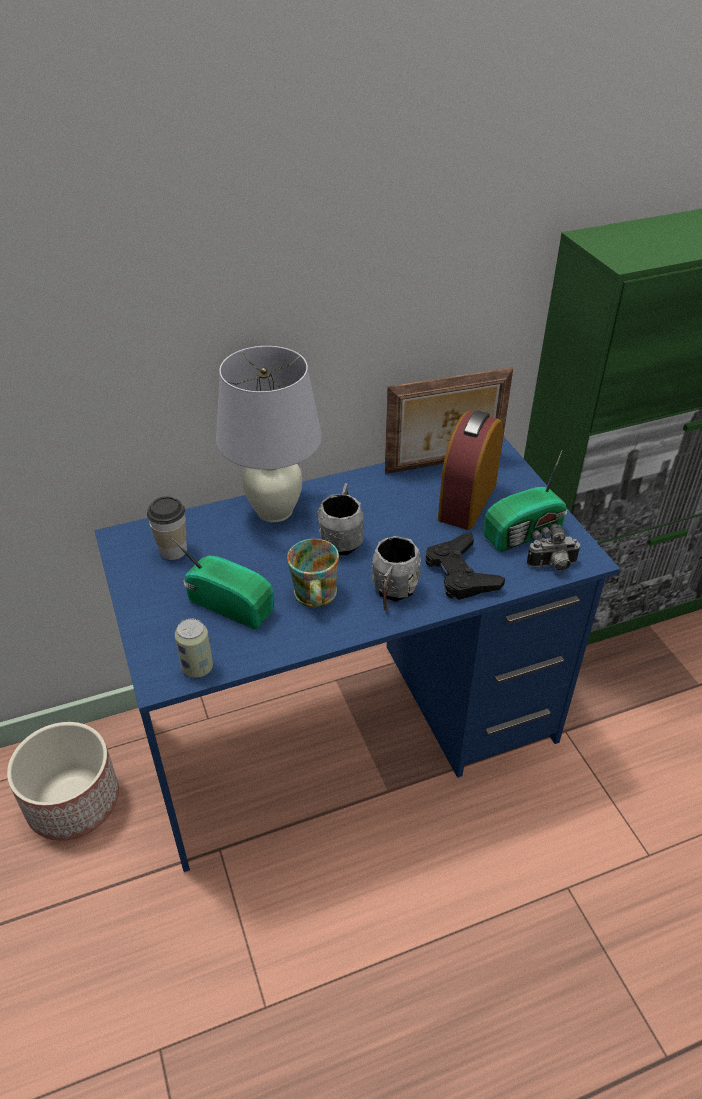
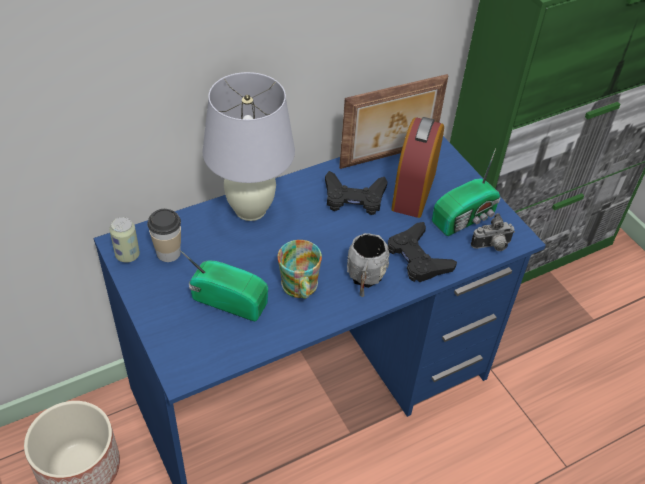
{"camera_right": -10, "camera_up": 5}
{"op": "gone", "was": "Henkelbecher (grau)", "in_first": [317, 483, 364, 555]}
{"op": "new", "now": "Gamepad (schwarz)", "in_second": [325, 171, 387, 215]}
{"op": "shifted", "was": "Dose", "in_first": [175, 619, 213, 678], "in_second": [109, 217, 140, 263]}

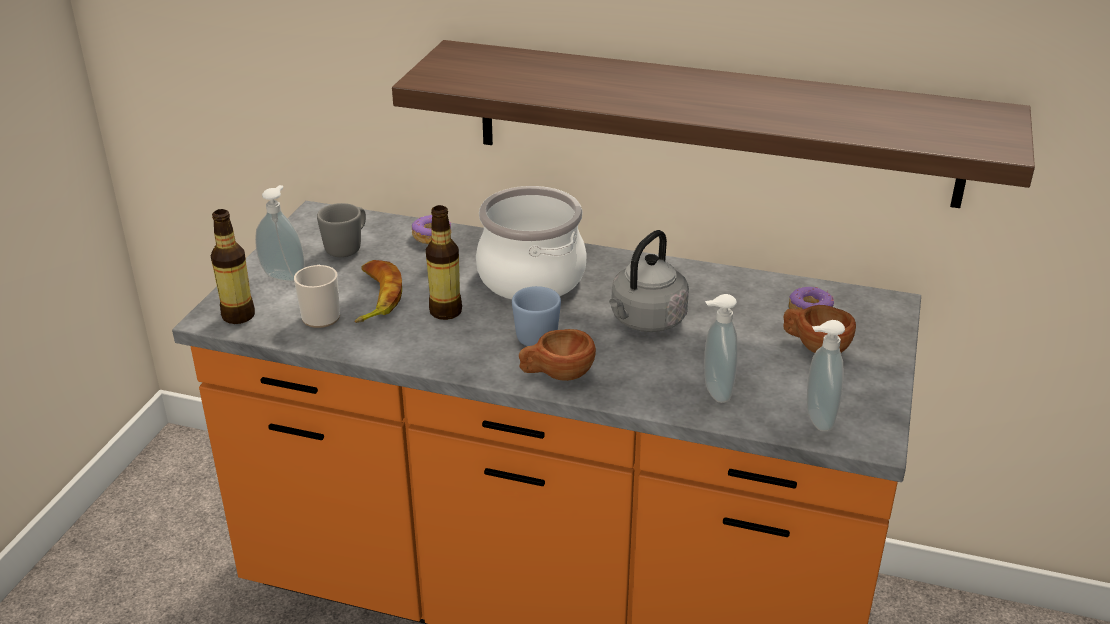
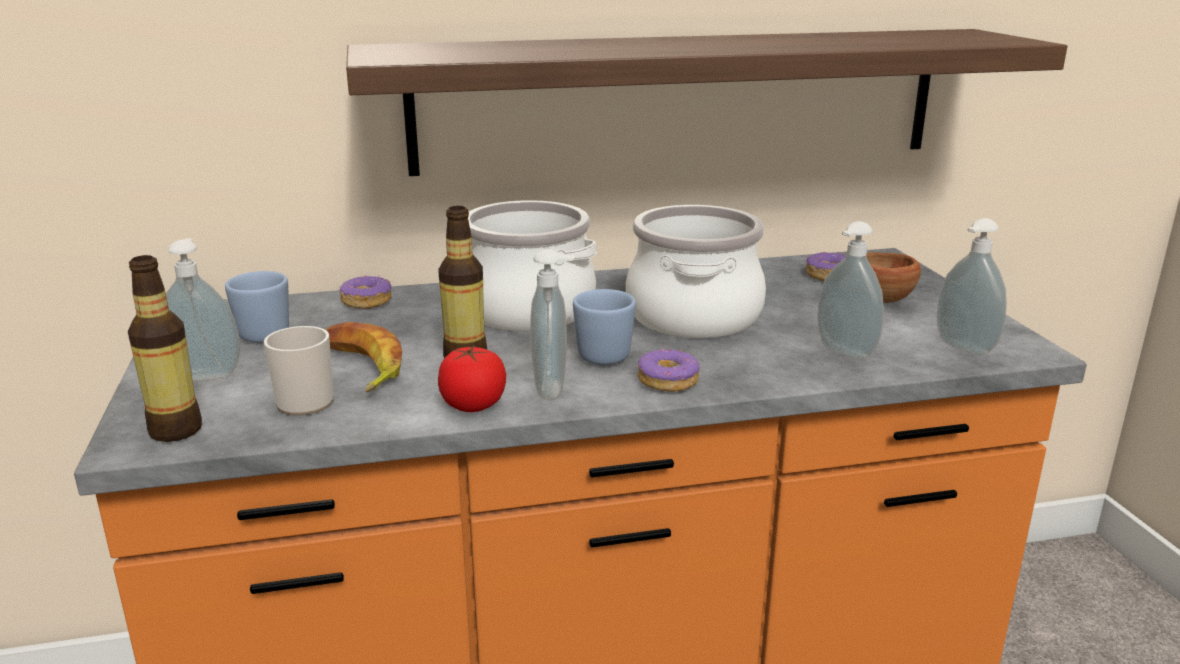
{"camera_right": -30, "camera_up": -10}
{"op": "new", "now": "Tomate", "in_second": [438, 345, 506, 412]}
{"op": "new", "now": "Seifenspender", "in_second": [530, 249, 575, 400]}
{"op": "swapped", "was": "Tasse (braun)", "now": "Donut", "in_first": [519, 329, 596, 381], "in_second": [638, 349, 700, 392]}
{"op": "swapped", "was": "Wasserkessel (grau)", "now": "Kochtopf", "in_first": [609, 230, 689, 332], "in_second": [626, 205, 766, 338]}
{"op": "repainted", "was": "Henkelbecher (grau)", "now": "Henkelbecher (blau)", "in_first": [317, 203, 366, 257], "in_second": [225, 271, 289, 343]}

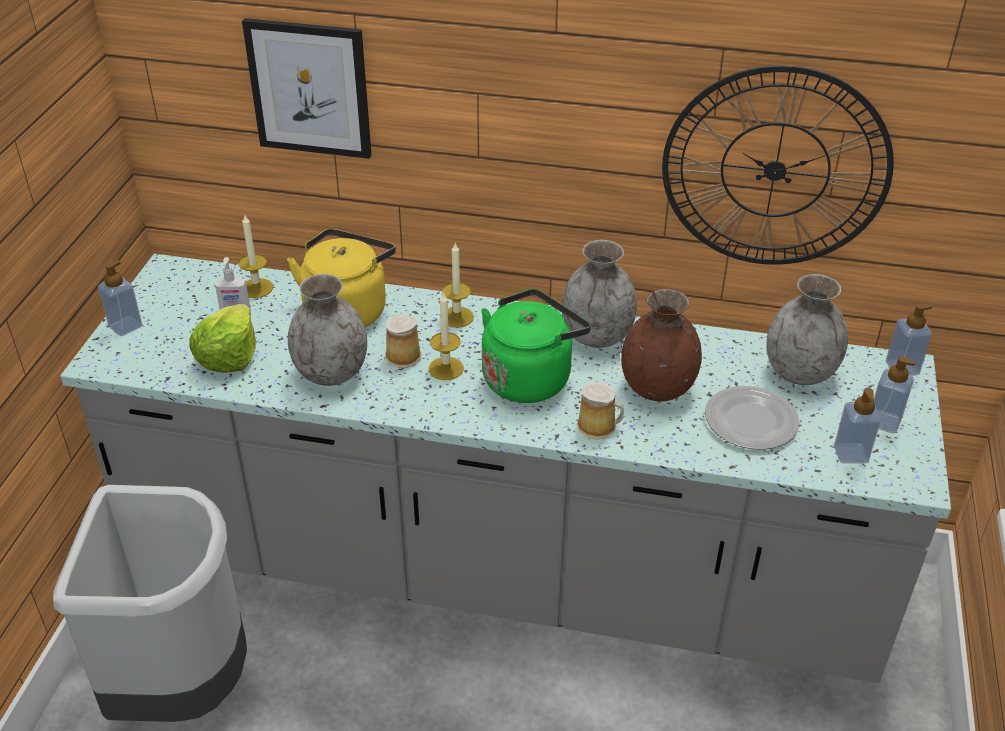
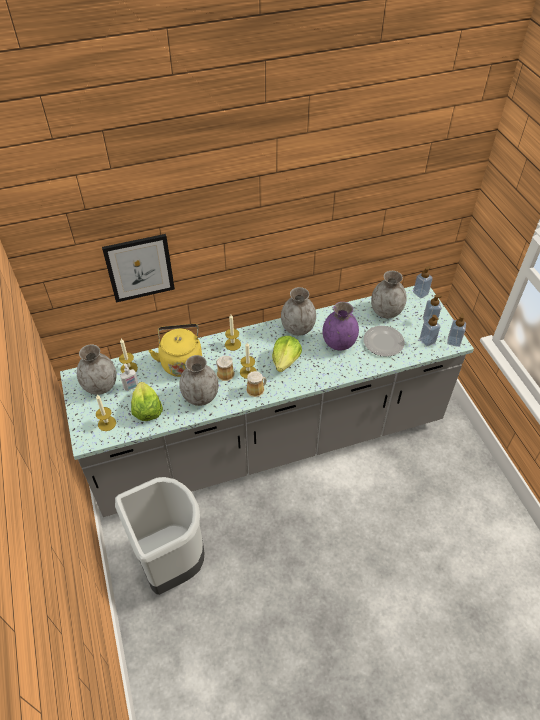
{"camera_right": -30, "camera_up": 10}
{"op": "gone", "was": "Wanduhr", "in_first": [662, 65, 894, 265]}
{"op": "new", "now": "Vase (grau)", "in_second": [77, 345, 117, 395]}
{"op": "new", "now": "Kerze", "in_second": [96, 395, 116, 431]}
{"op": "shifted", "was": "Seifenspender", "in_first": [98, 260, 142, 336], "in_second": [447, 313, 466, 347]}
{"op": "shifted", "was": "Henkelbecher", "in_first": [577, 382, 624, 440], "in_second": [246, 371, 267, 397]}
{"op": "swapped", "was": "Wasserkessel (grün)", "now": "Salatkopf", "in_first": [481, 289, 591, 403], "in_second": [272, 336, 302, 372]}
{"op": "repainted", "was": "Vase (braun)", "now": "Vase (lila)", "in_first": [621, 289, 702, 401], "in_second": [322, 302, 359, 351]}

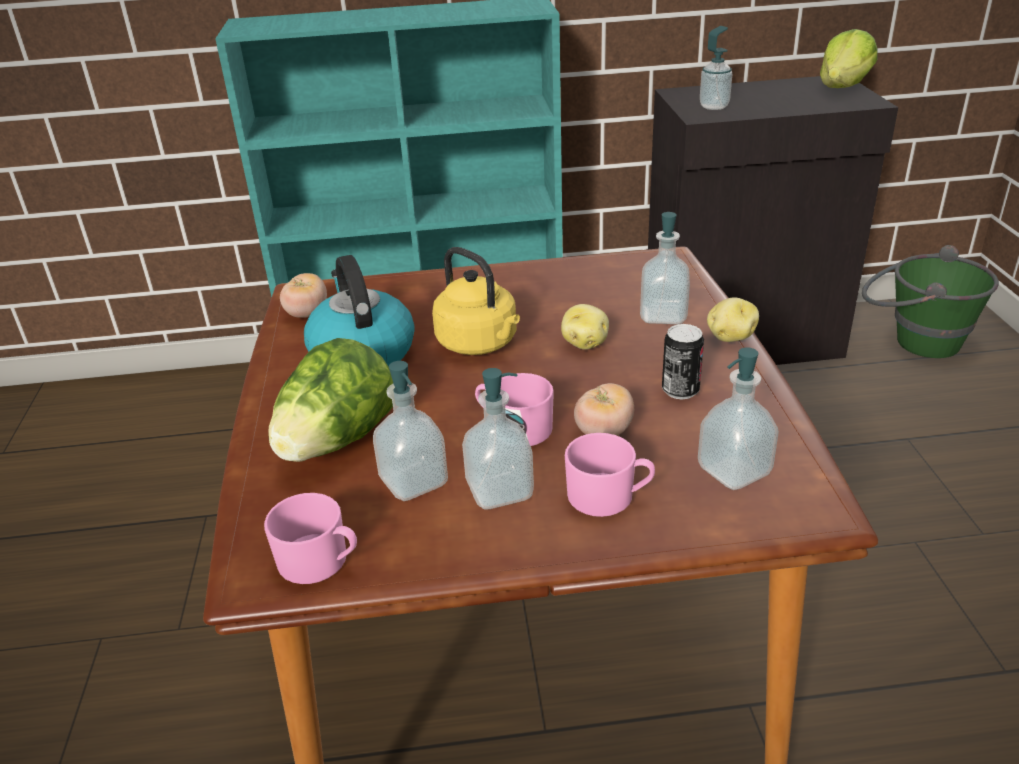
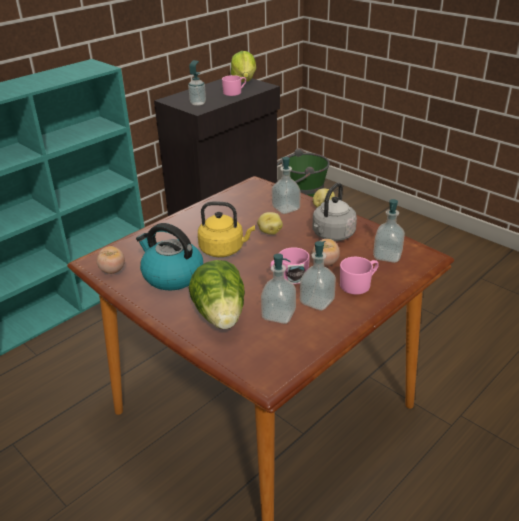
{"camera_right": -40, "camera_up": 0}
{"op": "shifted", "was": "Henkelbecher (rosa)", "in_first": [264, 493, 357, 584], "in_second": [222, 75, 246, 96]}
{"op": "swapped", "was": "Dose", "now": "Wasserkessel (grau)", "in_first": [662, 324, 704, 399], "in_second": [312, 183, 357, 241]}

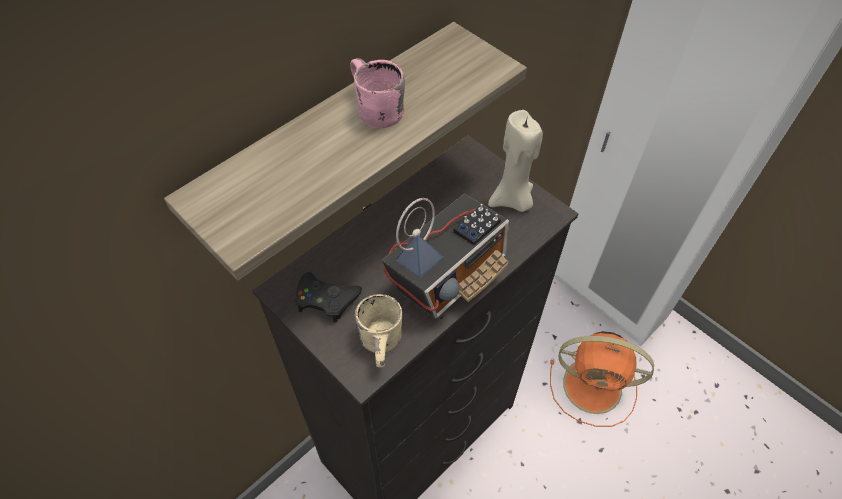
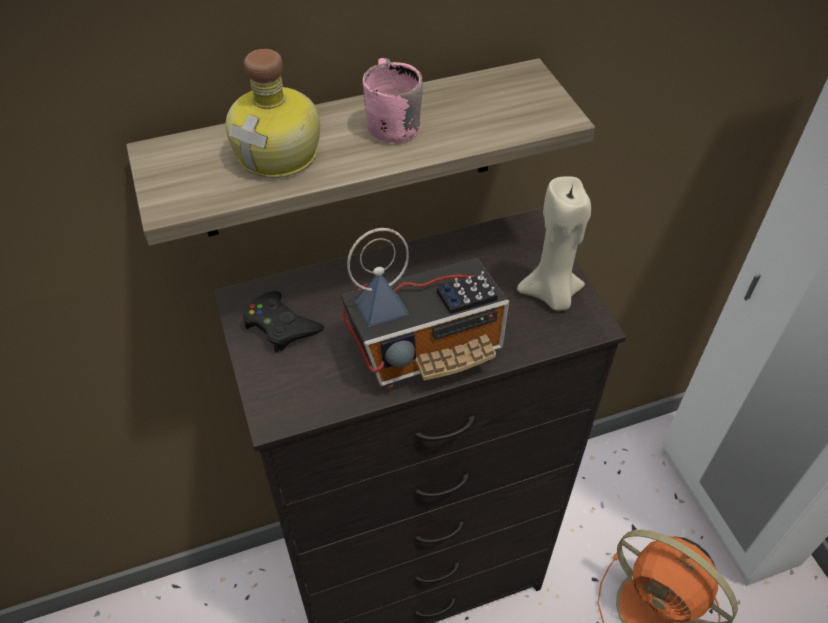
{"camera_right": 25, "camera_up": -5}
{"op": "gone", "was": "Henkelbecher (beige)", "in_first": [355, 294, 402, 368]}
{"op": "new", "now": "Flasche", "in_second": [225, 49, 320, 178]}

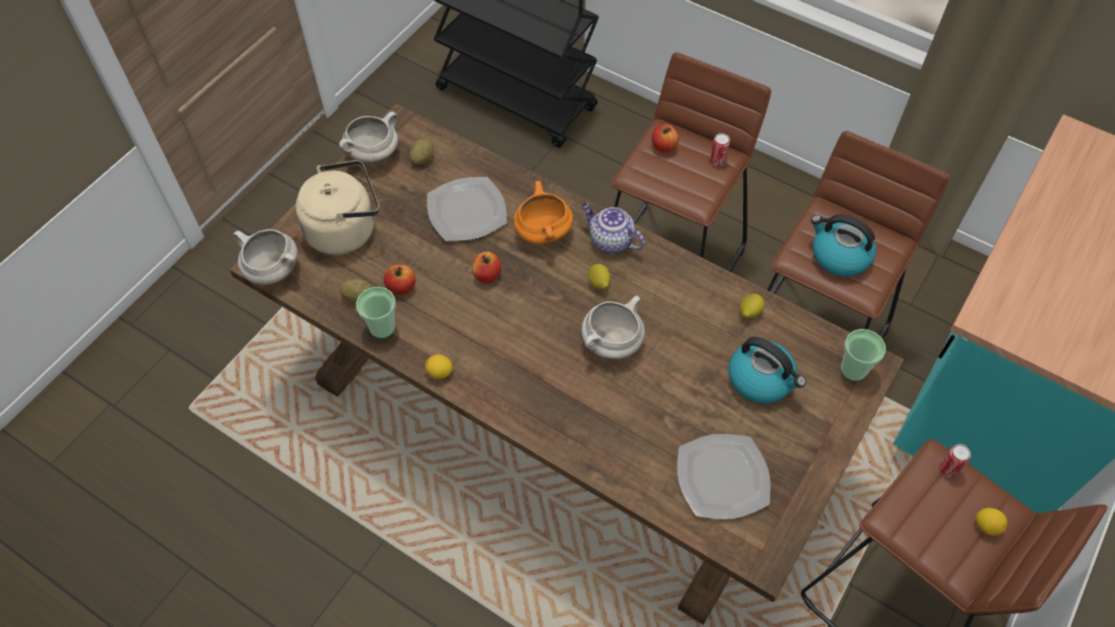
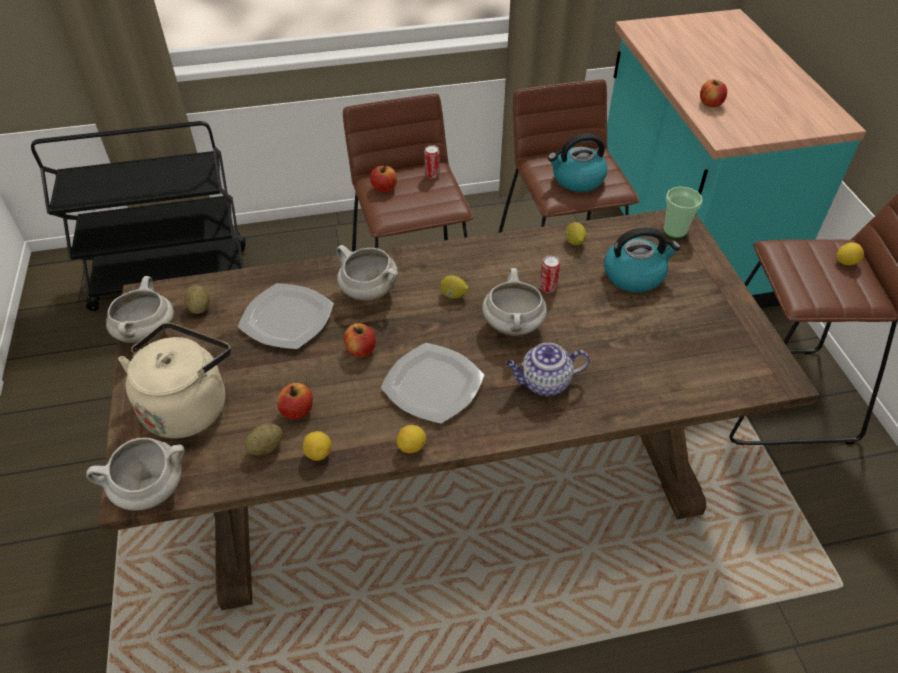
{"camera_right": -45, "camera_up": -10}
{"op": "new", "now": "Apfel", "in_second": [700, 79, 727, 107]}
{"op": "shifted", "was": "Teekanne", "in_first": [581, 203, 645, 253], "in_second": [506, 343, 590, 396]}
{"op": "shifted", "was": "Teller", "in_first": [677, 434, 771, 519], "in_second": [381, 343, 485, 424]}
{"op": "shifted", "was": "Dose", "in_first": [939, 444, 971, 477], "in_second": [539, 256, 560, 293]}
{"op": "swapped", "was": "Tasse", "now": "Zitrone", "in_first": [356, 287, 396, 339], "in_second": [303, 431, 332, 461]}
{"op": "repainted", "was": "Kochtopf (orange)", "now": "Kochtopf (weiß)", "in_first": [514, 181, 573, 245], "in_second": [336, 245, 398, 301]}

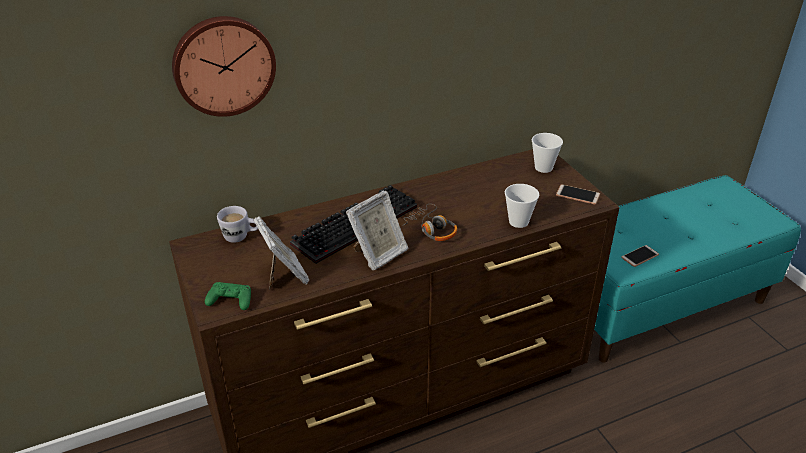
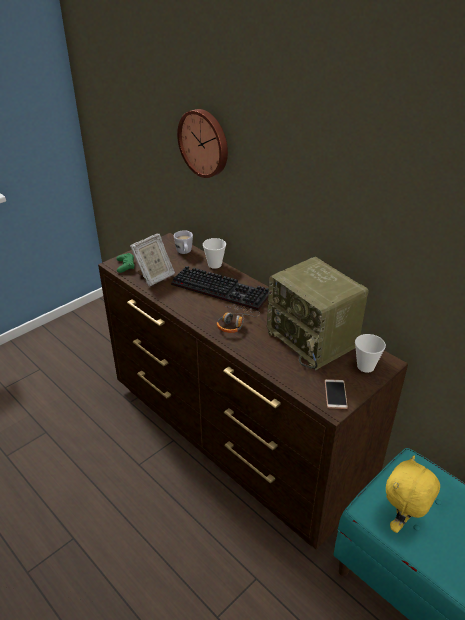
{"camera_right": 70, "camera_up": 0}
{"op": "gone", "was": "Bilderrahmen", "in_first": [346, 190, 408, 270]}
{"op": "new", "now": "Radio", "in_second": [267, 257, 369, 370]}
{"op": "shifted", "was": "Tasse", "in_first": [505, 184, 539, 228], "in_second": [203, 238, 226, 269]}
{"op": "swapped", "was": "Handy", "now": "Plüschtier (gelb)", "in_first": [621, 245, 659, 267], "in_second": [386, 455, 440, 533]}

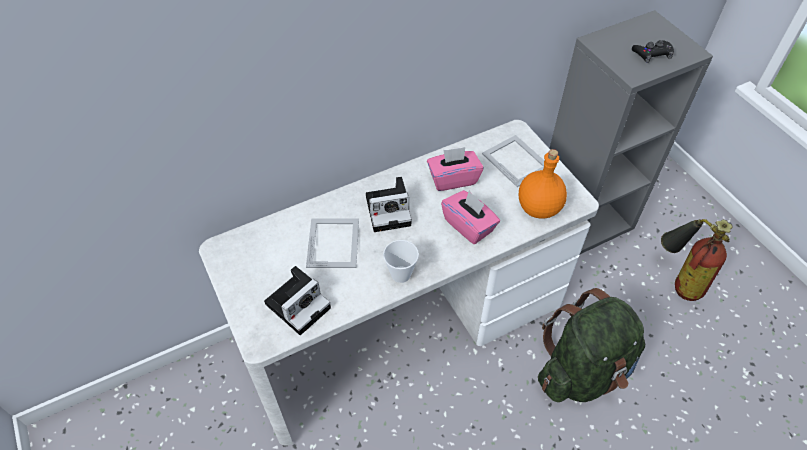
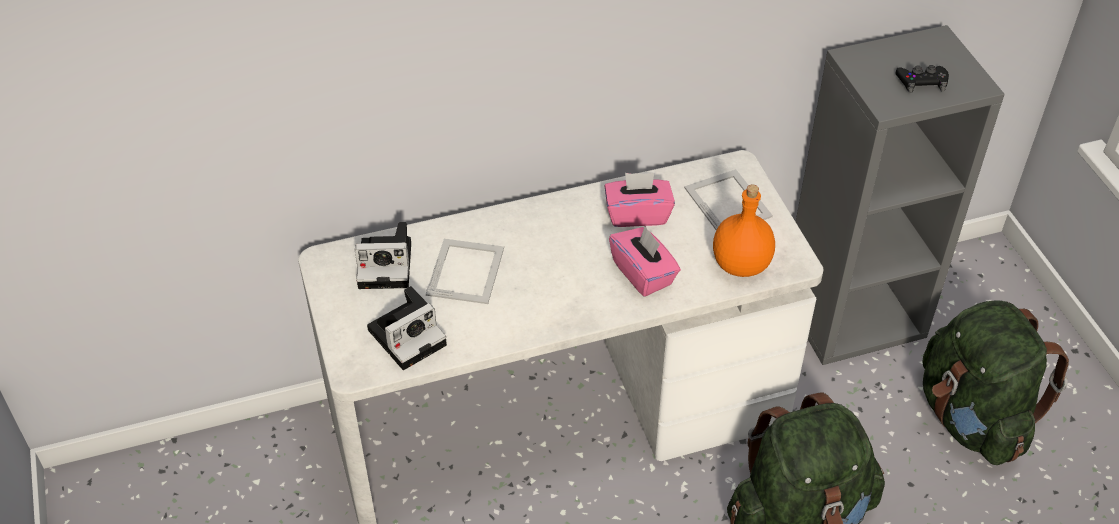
{"camera_right": 10, "camera_up": -5}
{"op": "gone", "was": "Tasse", "in_first": [383, 240, 419, 283]}
{"op": "shifted", "was": "Kamera", "in_first": [366, 177, 412, 232], "in_second": [355, 222, 411, 289]}
{"op": "swapped", "was": "Feuerlöscher", "now": "Rucksack (grün)", "in_first": [661, 219, 733, 301], "in_second": [922, 300, 1069, 465]}

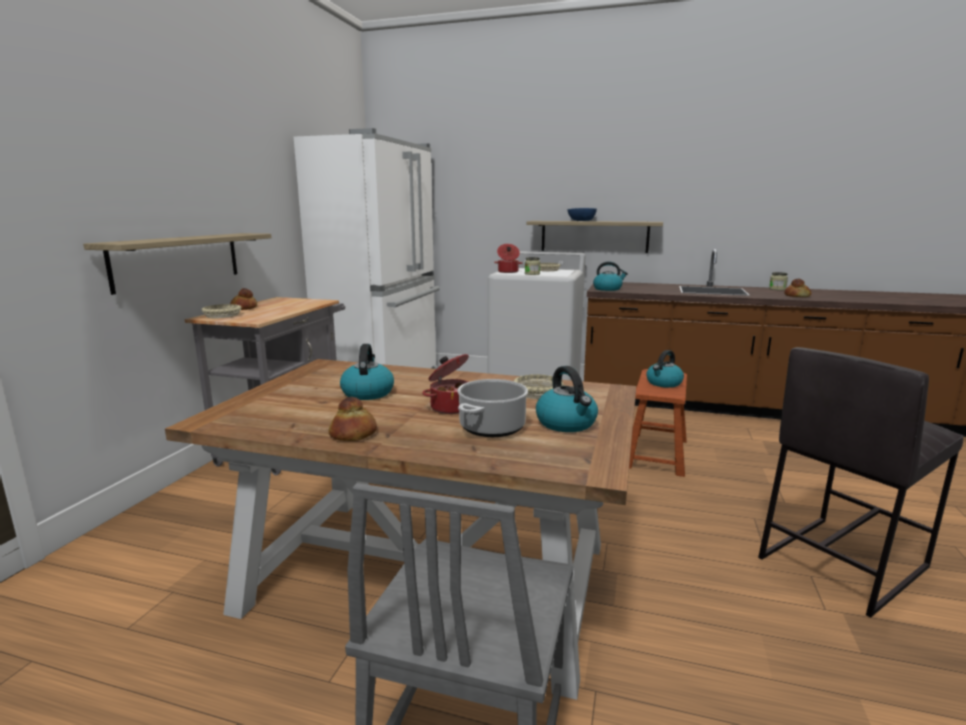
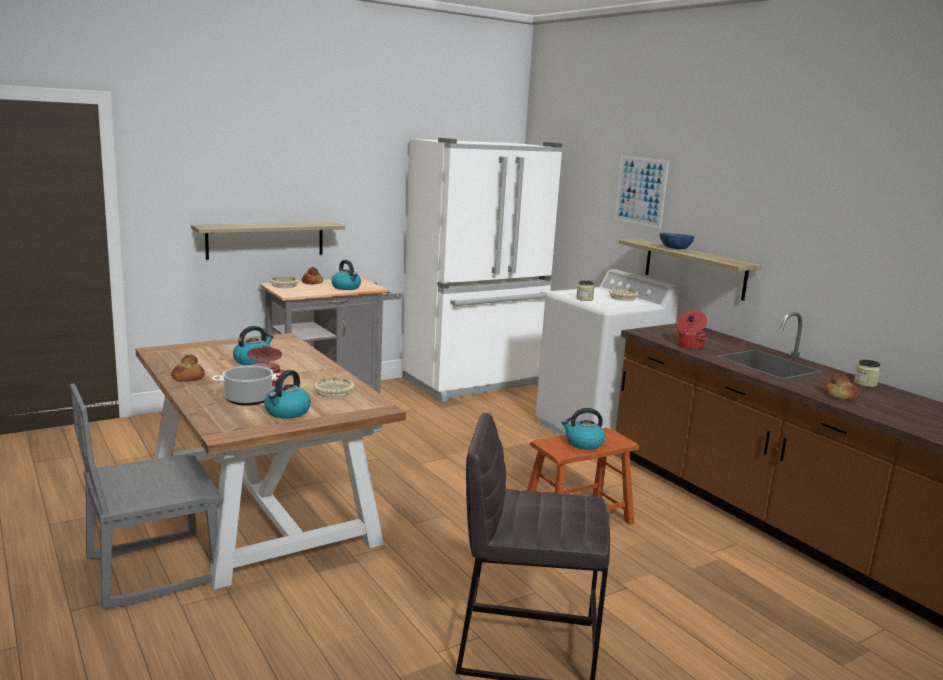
{"camera_right": 40, "camera_up": 0}
{"op": "new", "now": "Bild", "in_second": [615, 156, 669, 229]}
{"op": "shifted", "was": "Kochtopf", "in_first": [494, 244, 522, 273], "in_second": [676, 310, 707, 349]}
{"op": "shifted", "was": "Wasserkessel", "in_first": [593, 262, 628, 291], "in_second": [331, 260, 361, 290]}

